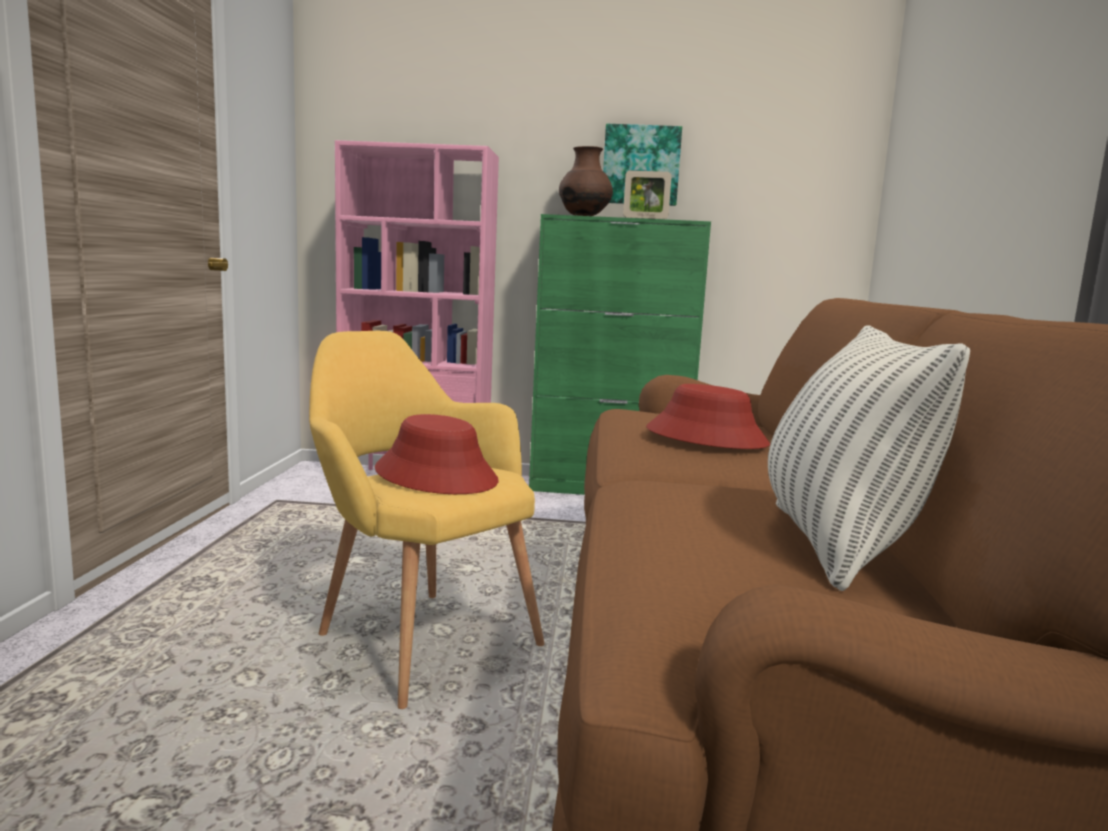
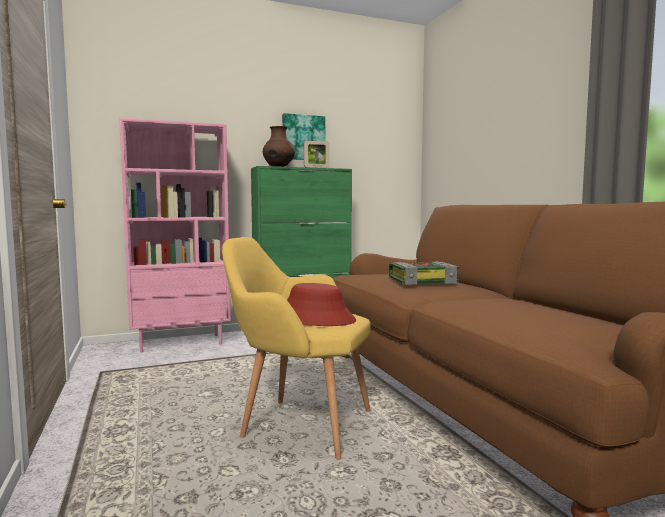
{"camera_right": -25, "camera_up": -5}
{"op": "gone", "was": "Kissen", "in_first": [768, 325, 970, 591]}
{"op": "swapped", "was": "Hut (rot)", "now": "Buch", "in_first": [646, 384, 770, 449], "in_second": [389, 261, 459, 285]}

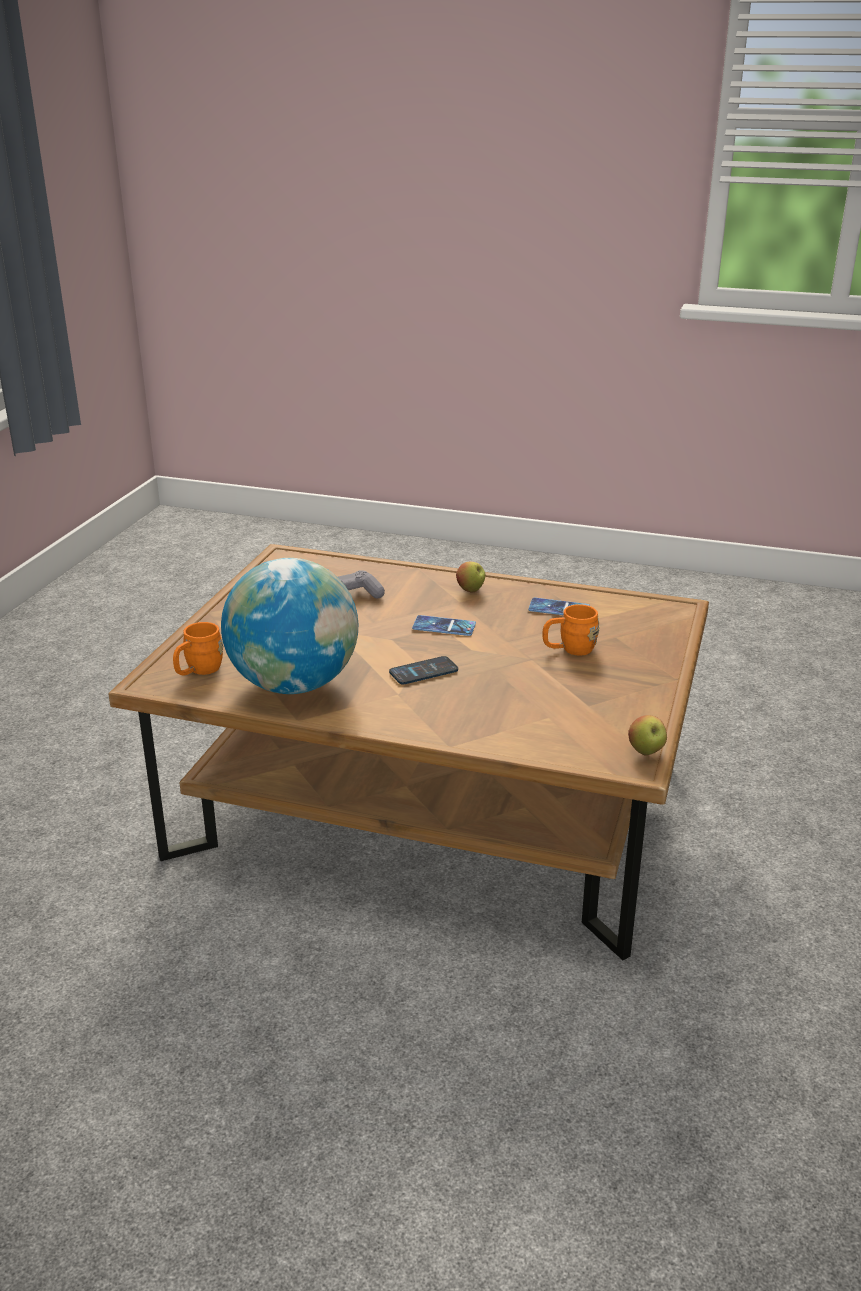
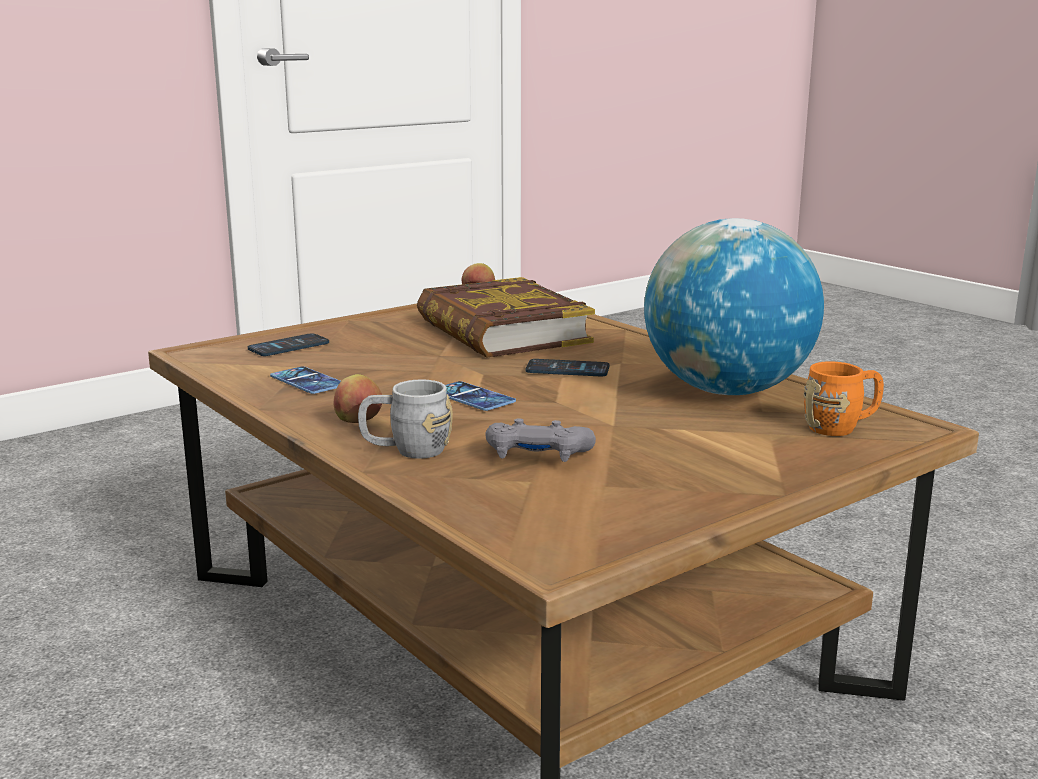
{"camera_right": -145, "camera_up": -10}
{"op": "gone", "was": "Henkelbecher (orange)", "in_first": [542, 604, 600, 656]}
{"op": "new", "now": "Handy", "in_second": [248, 333, 329, 356]}
{"op": "new", "now": "Henkelbecher (grau)", "in_second": [358, 380, 453, 459]}
{"op": "new", "now": "Buch", "in_second": [417, 277, 595, 358]}

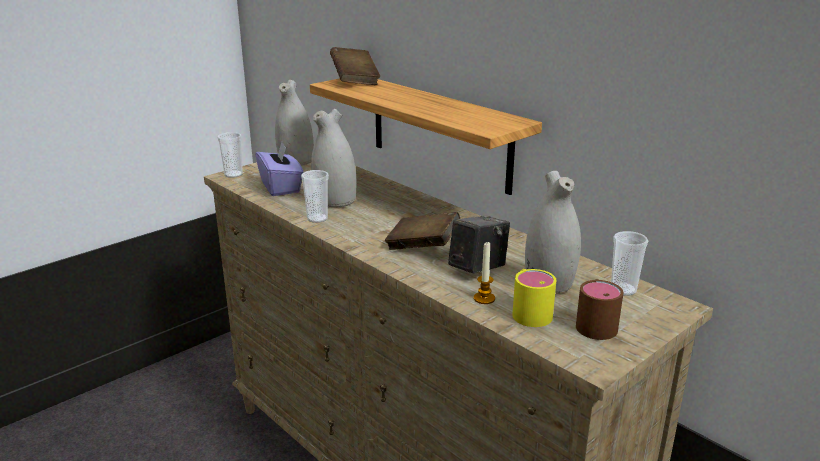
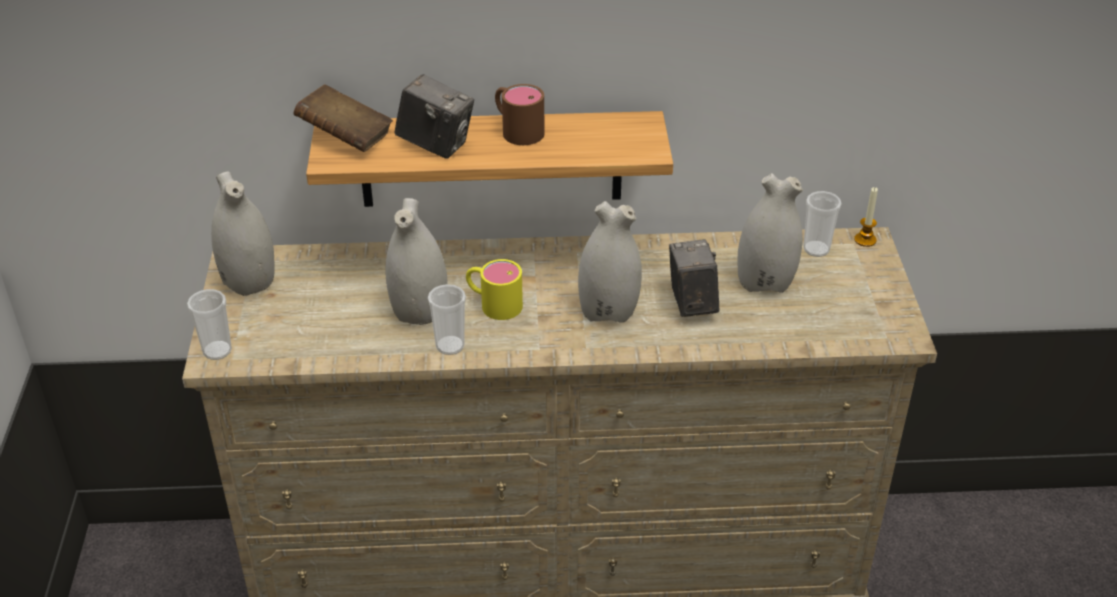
{"camera_right": -50, "camera_up": 15}
{"op": "gone", "was": "Taschentuchbox (lila)", "in_first": [256, 142, 304, 196]}
{"op": "new", "now": "Kamera", "in_second": [394, 74, 474, 159]}
{"op": "shifted", "was": "Kerze", "in_first": [474, 242, 495, 304], "in_second": [854, 187, 878, 247]}
{"op": "shifted", "was": "Henkelbecher (gelb)", "in_first": [512, 269, 556, 327], "in_second": [466, 259, 523, 320]}
{"op": "shifted", "was": "Henkelbecher (braun)", "in_first": [576, 279, 623, 340], "in_second": [495, 84, 545, 145]}
{"op": "swapped", "was": "Buch (braun)", "now": "Vase (weiß)", "in_first": [385, 212, 460, 250], "in_second": [578, 201, 642, 323]}

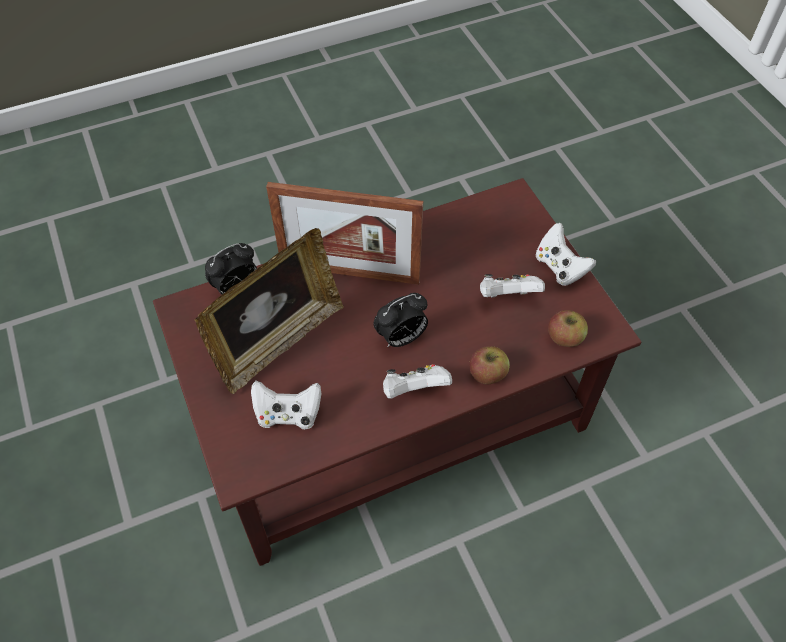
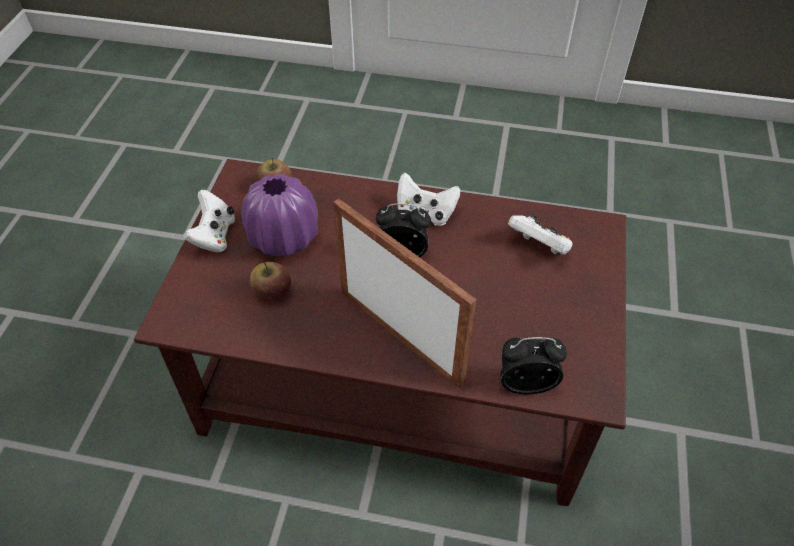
{"camera_right": -145, "camera_up": -5}
{"op": "gone", "was": "Bilderrahmen", "in_first": [195, 228, 344, 394]}
{"op": "shifted", "was": "Apfel", "in_first": [469, 346, 510, 385], "in_second": [250, 262, 291, 299]}
{"op": "swapped", "was": "Gamepad (weiß)", "now": "Vase (lila)", "in_first": [480, 274, 545, 298], "in_second": [242, 174, 318, 256]}

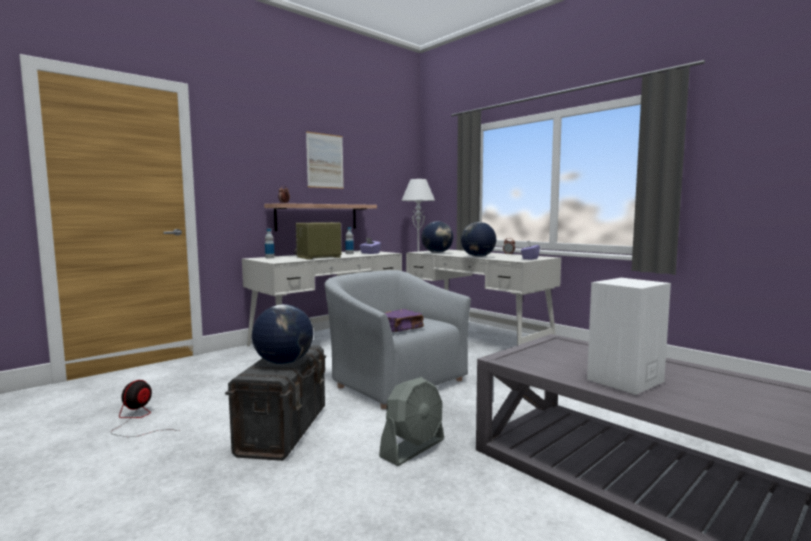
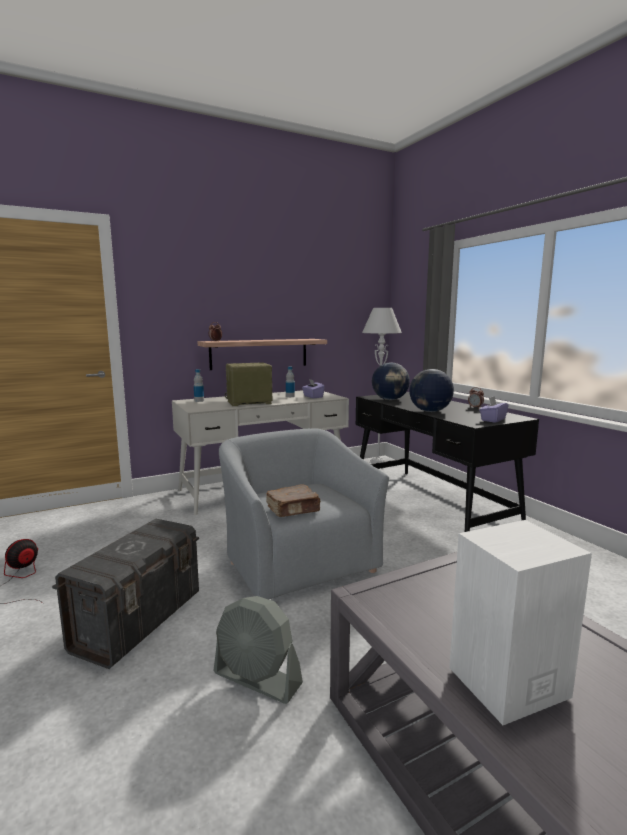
{"camera_right": 15, "camera_up": 5}
{"op": "gone", "was": "Globus", "in_first": [252, 304, 313, 365]}
{"op": "gone", "was": "Bild", "in_first": [306, 131, 344, 189]}
{"op": "repainted", "was": "Buch (lila)", "now": "Buch (braun)", "in_first": [385, 309, 424, 332], "in_second": [266, 484, 321, 517]}
{"op": "repainted", "was": "Schreibtisch (weiß)", "now": "Schreibtisch (schwarz)", "in_first": [406, 249, 561, 345], "in_second": [356, 392, 539, 532]}
{"op": "rotated", "was": "Ventilator (grau)", "in_first": [379, 377, 444, 466], "in_second": [213, 596, 303, 704], "clockwise": 60}

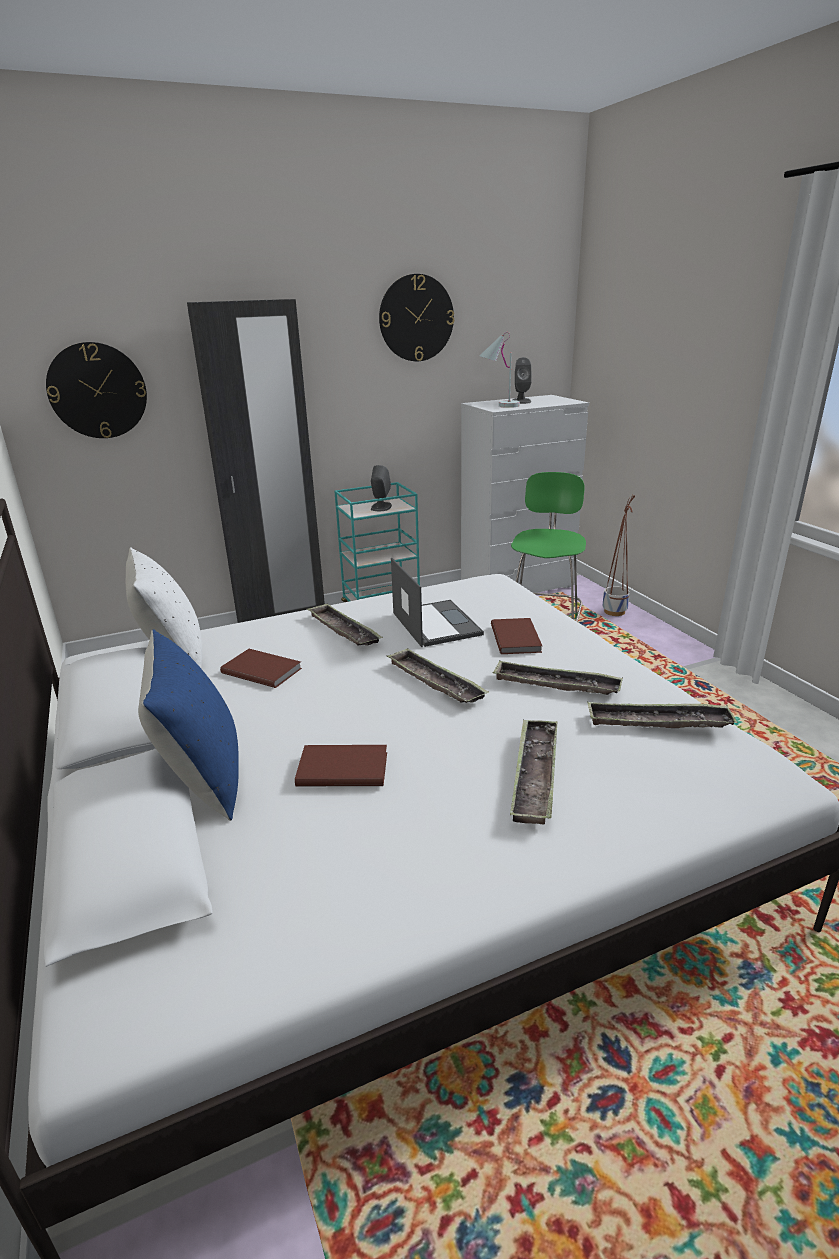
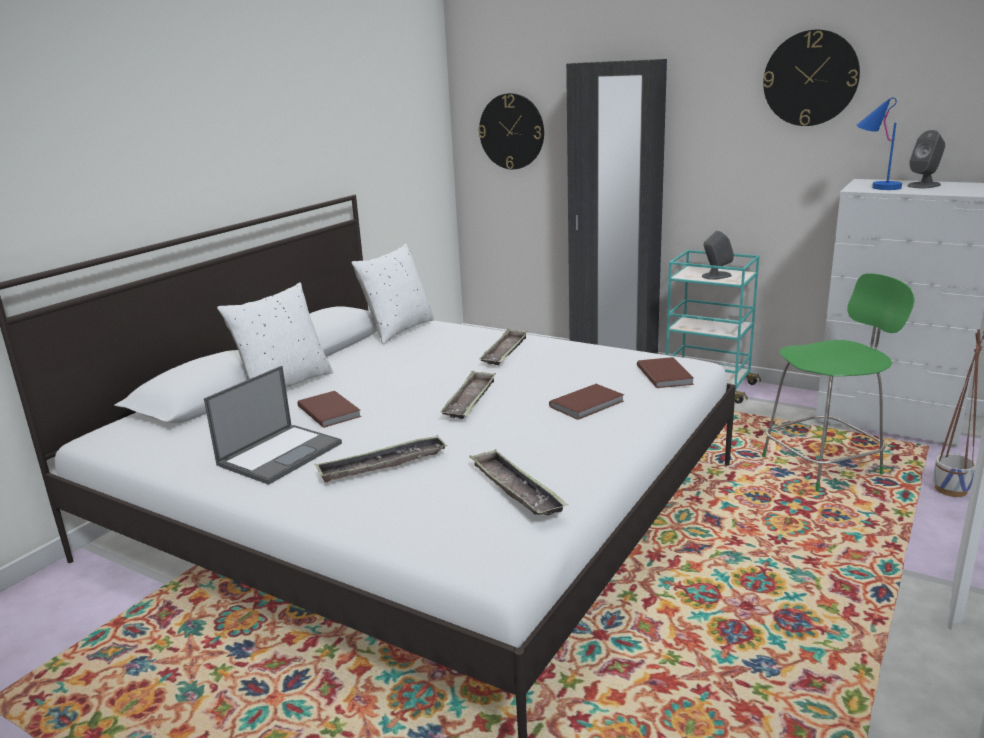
{"camera_right": 55, "camera_up": -5}
{"op": "gone", "was": "Tablett", "in_first": [493, 661, 623, 695]}
{"op": "shifted", "was": "Buch (braun)", "in_first": [220, 649, 302, 688], "in_second": [637, 357, 694, 388]}
{"op": "shifted", "was": "Laptop", "in_first": [391, 558, 484, 647], "in_second": [204, 366, 342, 485]}
{"op": "repainted", "was": "Kissen (blau)", "now": "Kissen (weiß)", "in_first": [138, 629, 239, 821], "in_second": [217, 282, 333, 388]}
{"op": "repainted", "was": "Tischlampe (weiß)", "now": "Tischlampe (blau)", "in_first": [479, 332, 520, 408], "in_second": [856, 97, 902, 190]}

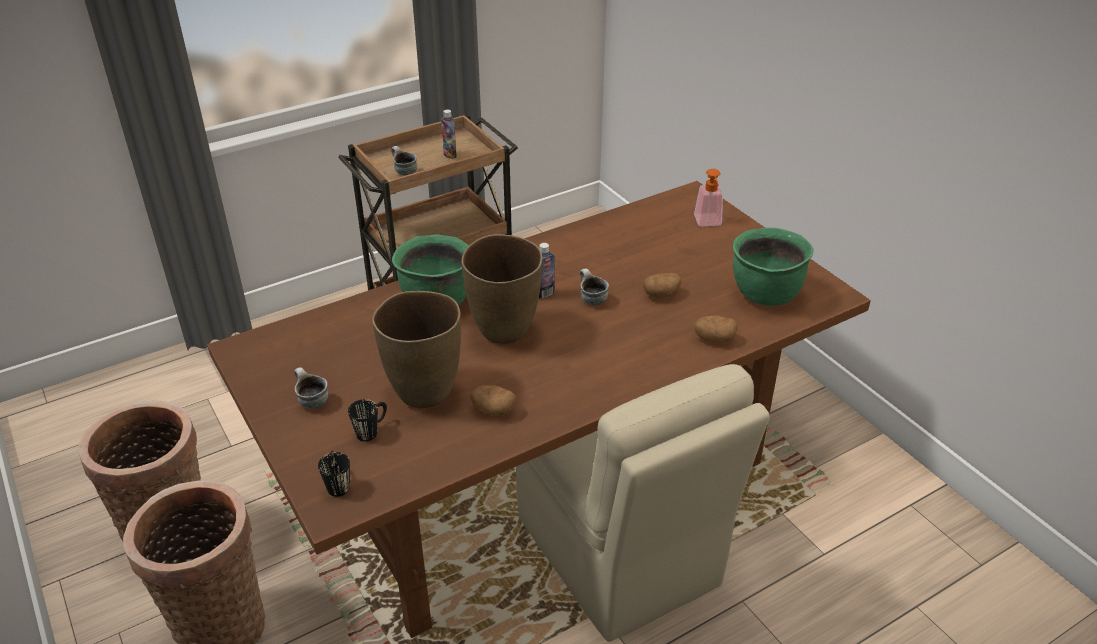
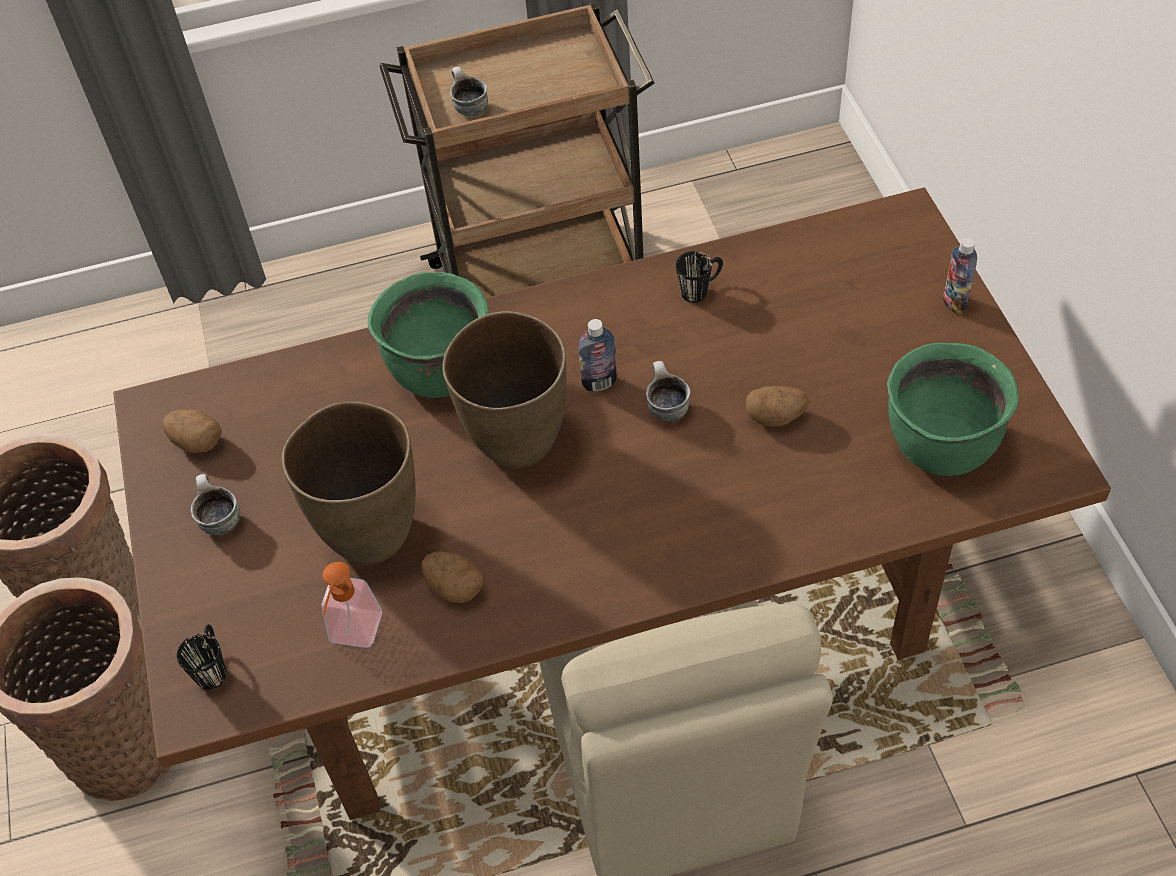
{"camera_right": 20, "camera_up": 15}
{"op": "shifted", "was": "Henkelbecher (schwarz)", "in_first": [348, 399, 387, 441], "in_second": [676, 251, 723, 303]}
{"op": "shifted", "was": "Flasche", "in_first": [441, 109, 457, 159], "in_second": [943, 237, 977, 315]}
{"op": "shifted", "was": "Seifenspender", "in_first": [694, 169, 723, 226], "in_second": [321, 562, 382, 648]}
{"op": "shifted", "was": "Kartoffel", "in_first": [694, 316, 738, 343], "in_second": [162, 410, 222, 453]}

